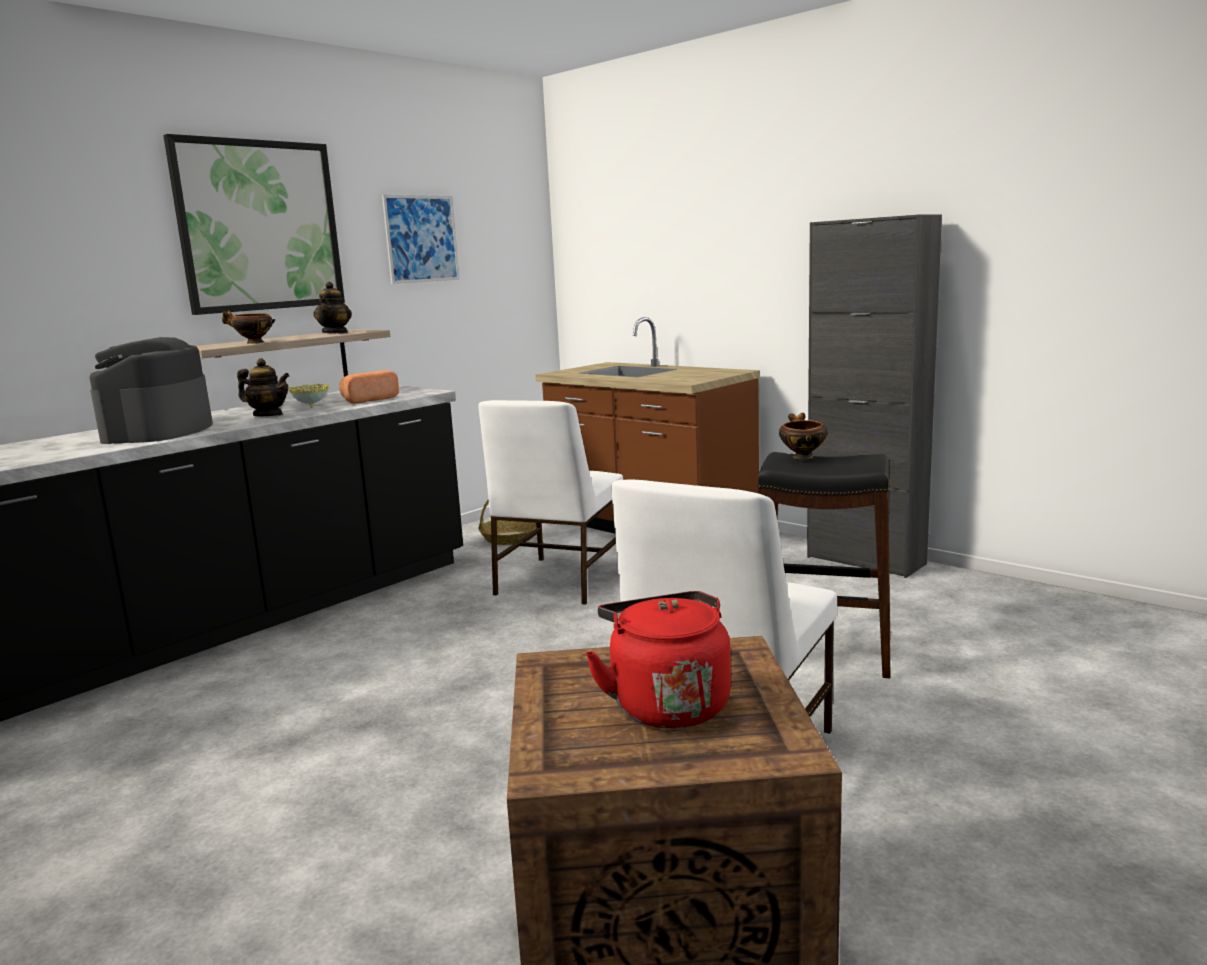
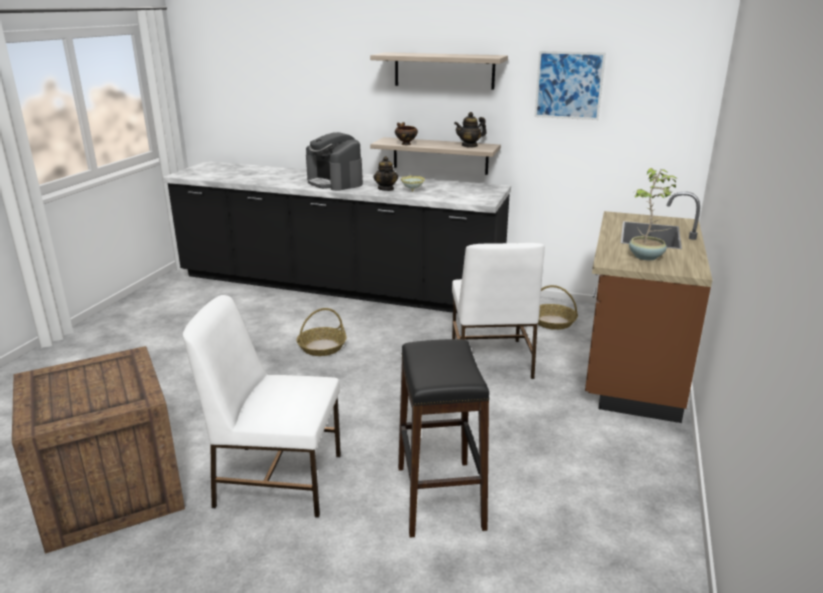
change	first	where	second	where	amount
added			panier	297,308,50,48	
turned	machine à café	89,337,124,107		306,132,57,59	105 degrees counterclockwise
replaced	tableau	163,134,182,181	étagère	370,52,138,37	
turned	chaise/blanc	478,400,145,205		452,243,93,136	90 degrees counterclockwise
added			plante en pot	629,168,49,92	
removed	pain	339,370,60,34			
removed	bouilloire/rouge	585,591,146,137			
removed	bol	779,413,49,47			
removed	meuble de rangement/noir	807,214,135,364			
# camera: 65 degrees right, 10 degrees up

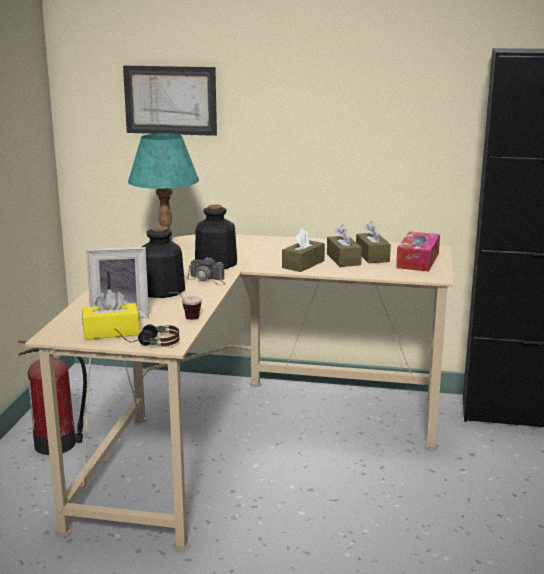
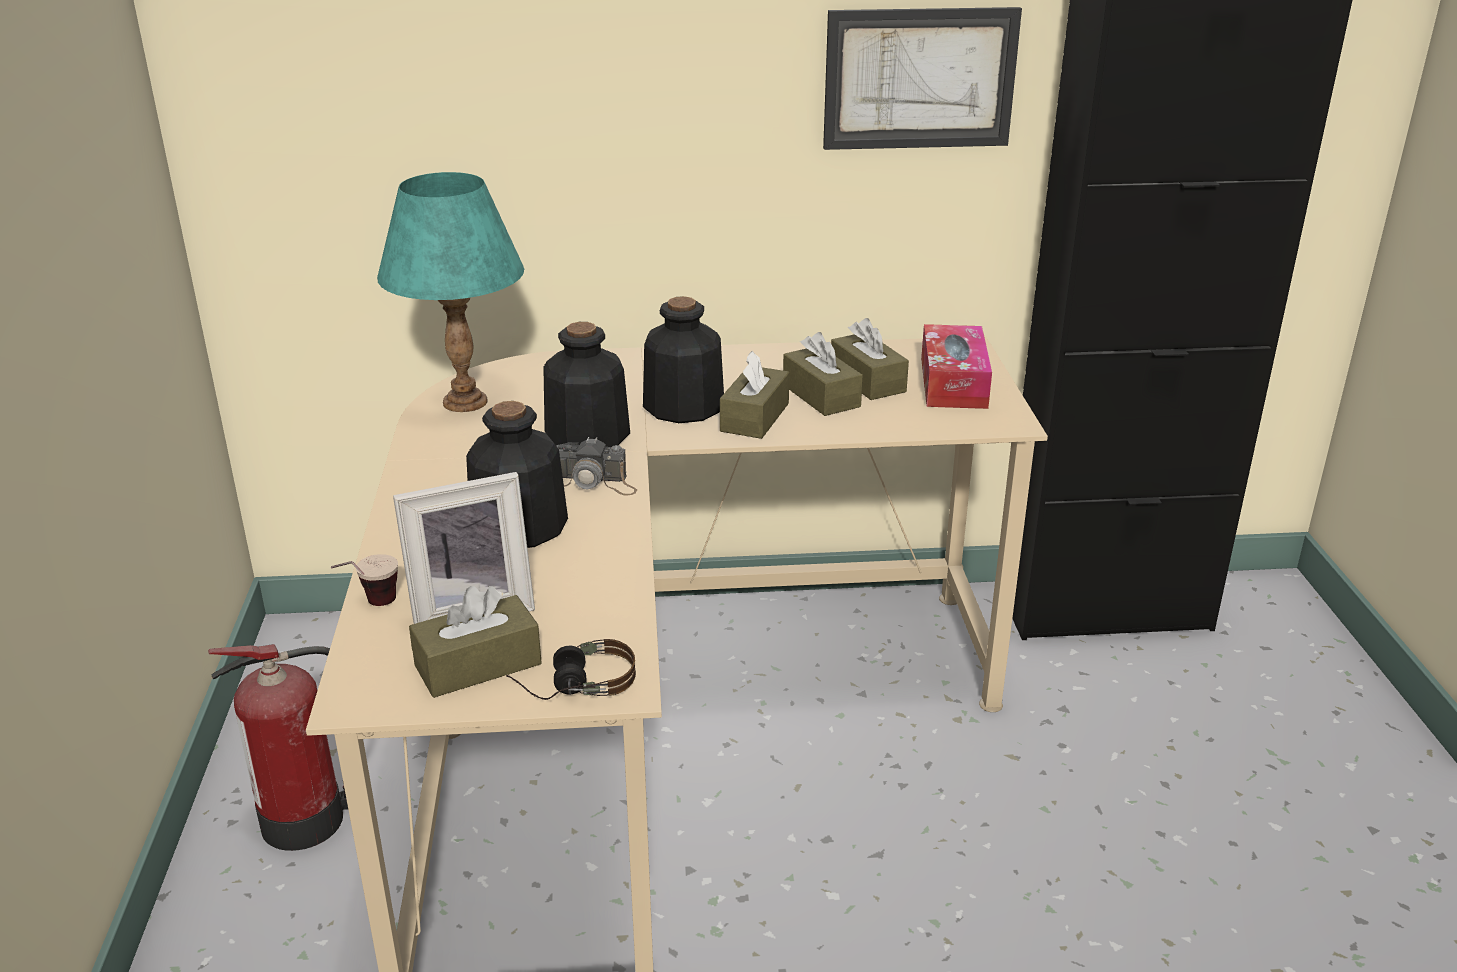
change	first	where	second	where	amount
moved	tasse	169,292,33,28		331,554,67,52	
recoloured	boîte à mouchoirs/jaune	82,289,58,51	boîte à mouchoirs/marron	409,586,133,112	
added			bouteille	643,296,81,127	
moved	tableau	123,66,94,70		823,7,199,143	
# camera: 15 degrees left, 10 degrees up

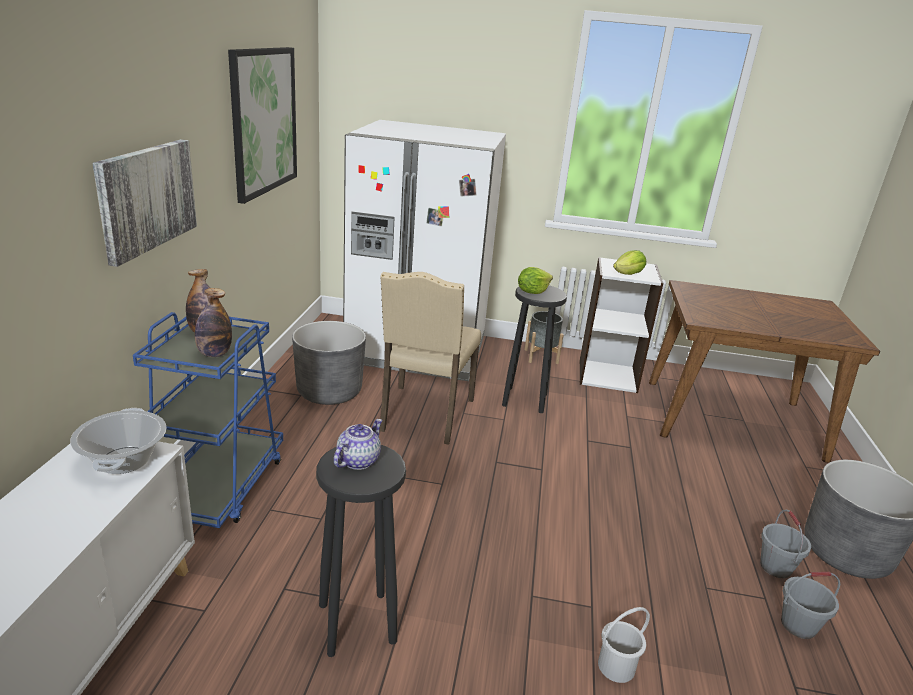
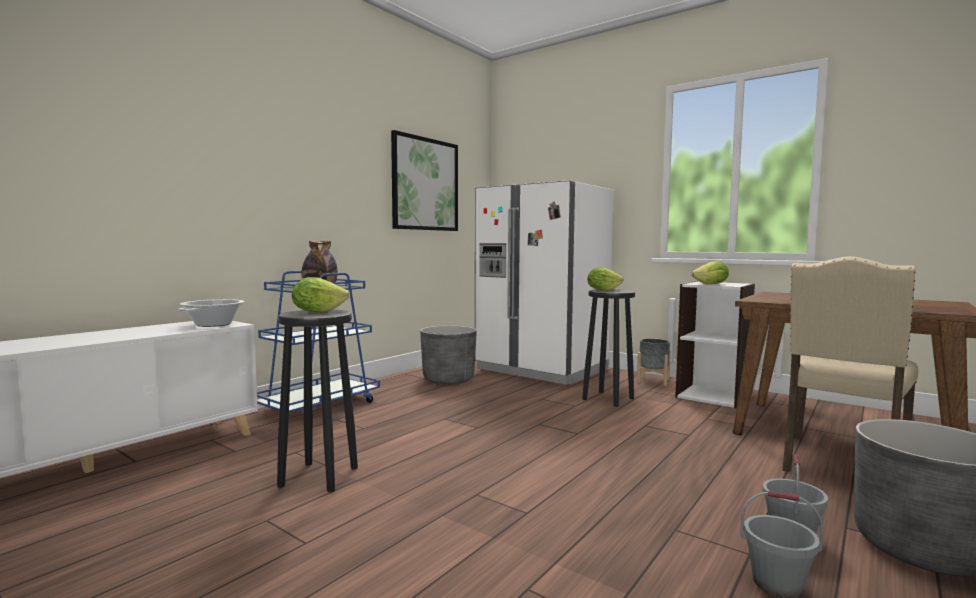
change	first	where	second	where	amount
replaced	théière	334,419,48,51	laitue	292,277,57,36	
moved	chaise/beige	379,272,102,173		782,256,136,216	
removed	tableau	92,139,105,128			
removed	seau/blanc	598,607,52,76			
# camera: 30 degrees right, 20 degrees down

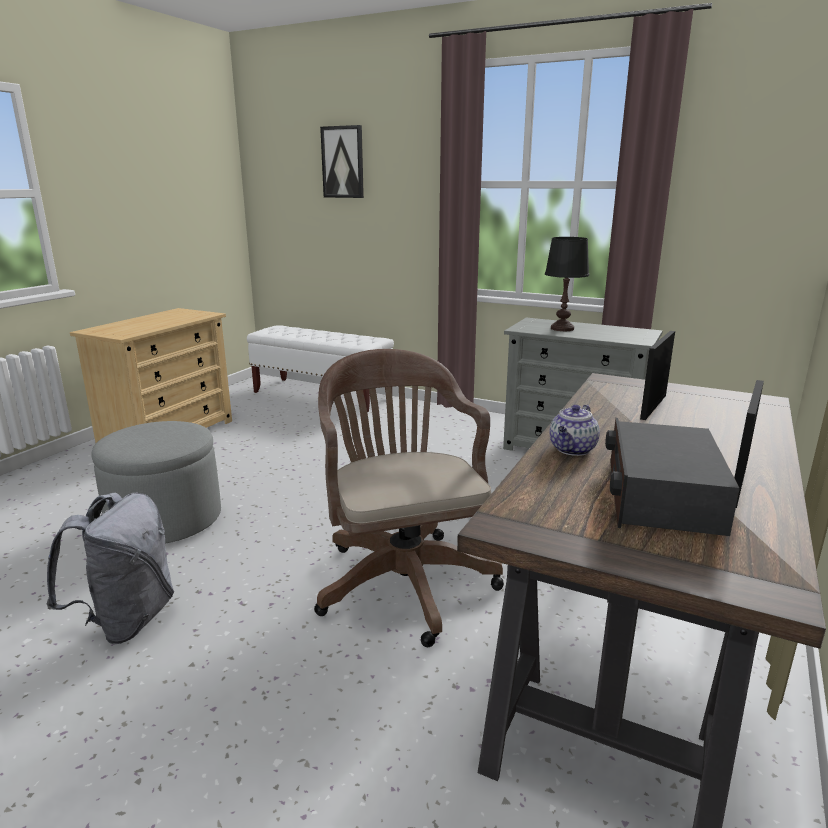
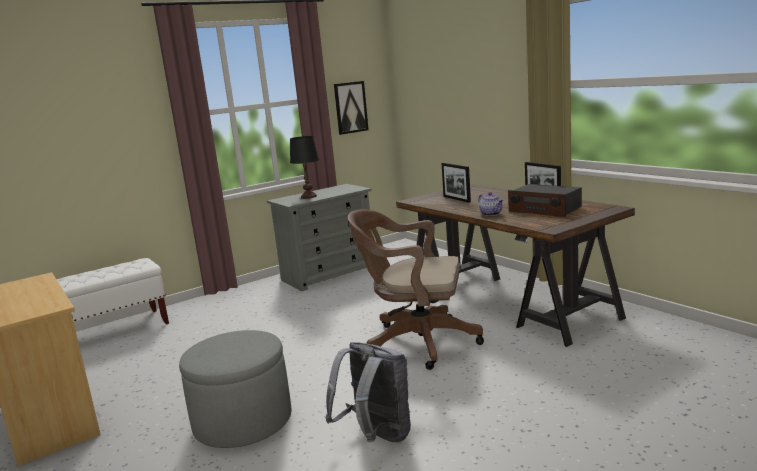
change	first	where	second	where	amount
moved	tableau	320,125,44,73		334,81,35,54	
# camera: 60 degrees left, 5 degrees down

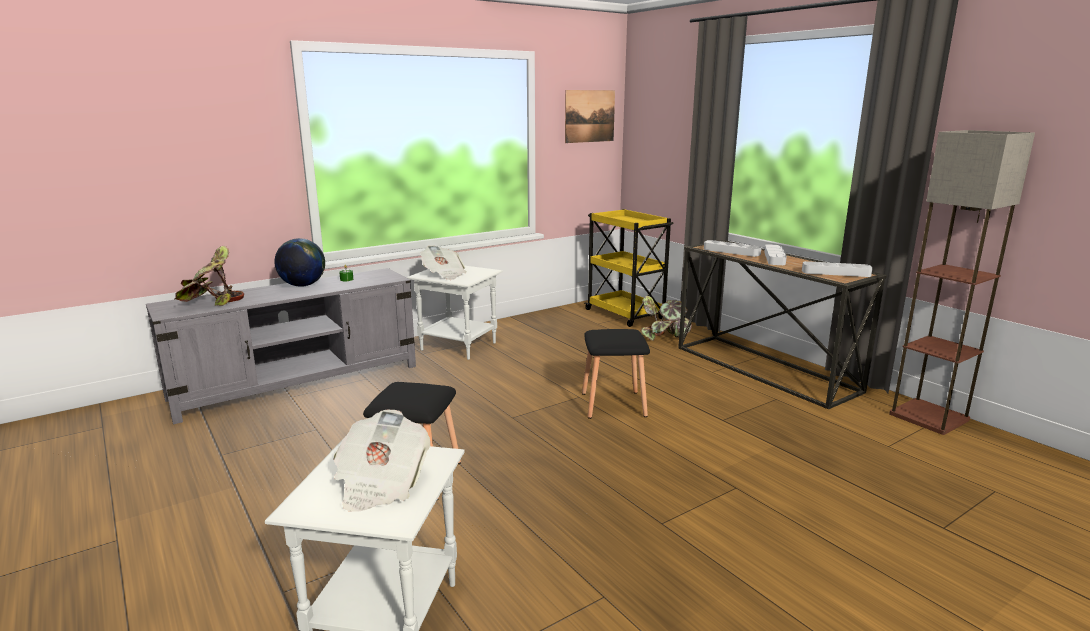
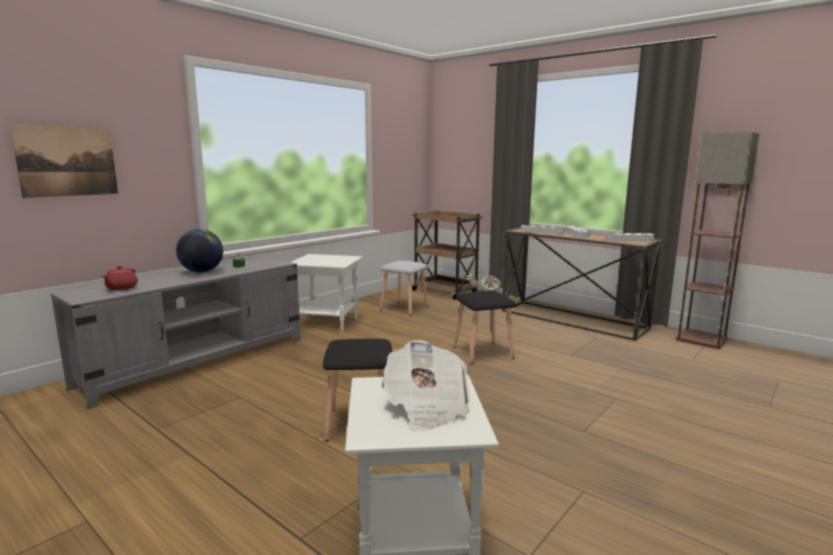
change	first	where	second	where	amount
moved	tableau	565,90,50,53		10,124,108,74	
replaced	plante en pot	174,246,70,60	théière/rouge	102,266,36,24	
added			tabouret/gris	380,260,49,56	
recoloured	chariot/jaune	585,209,89,118	chariot/marron	412,210,71,90	
removed	journal	420,245,47,35			
# camera: 15 degrees left, 5 degrees down

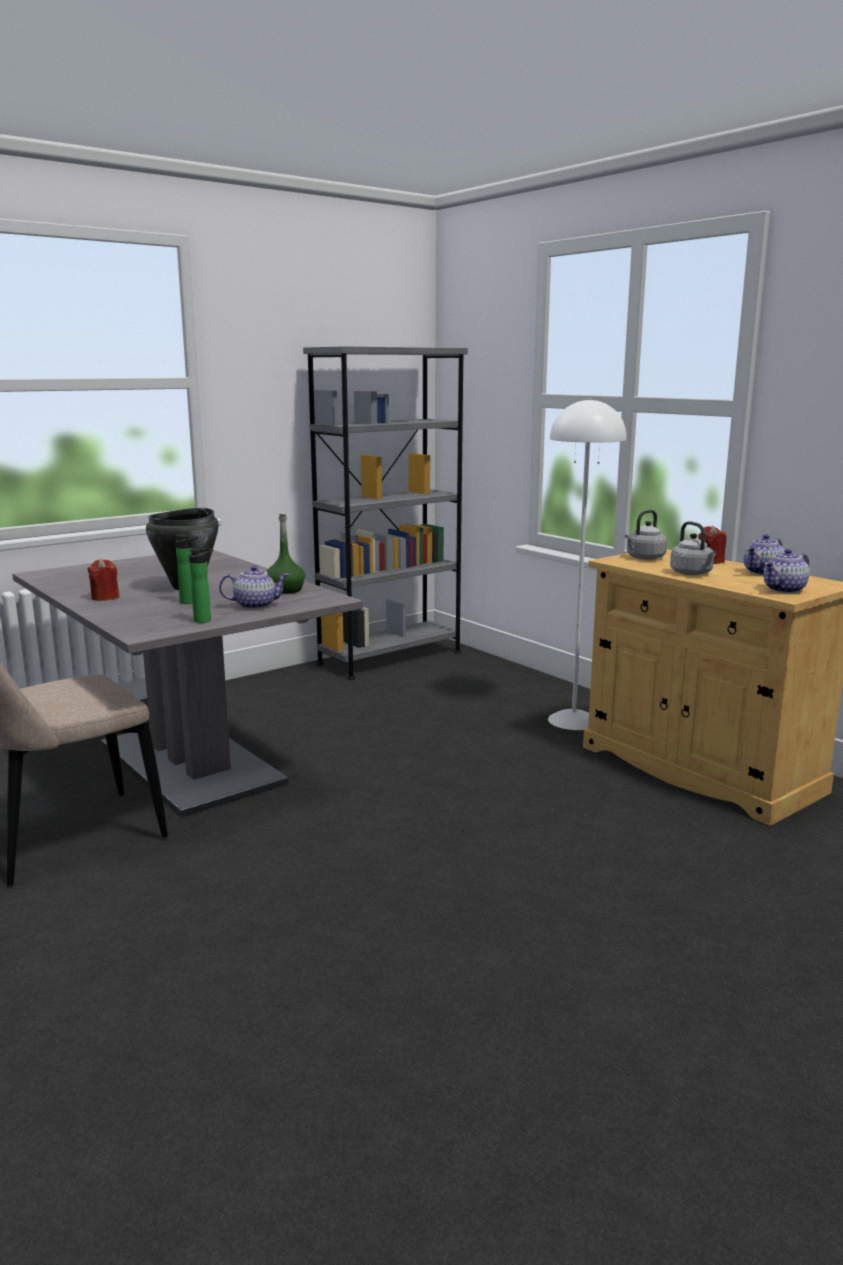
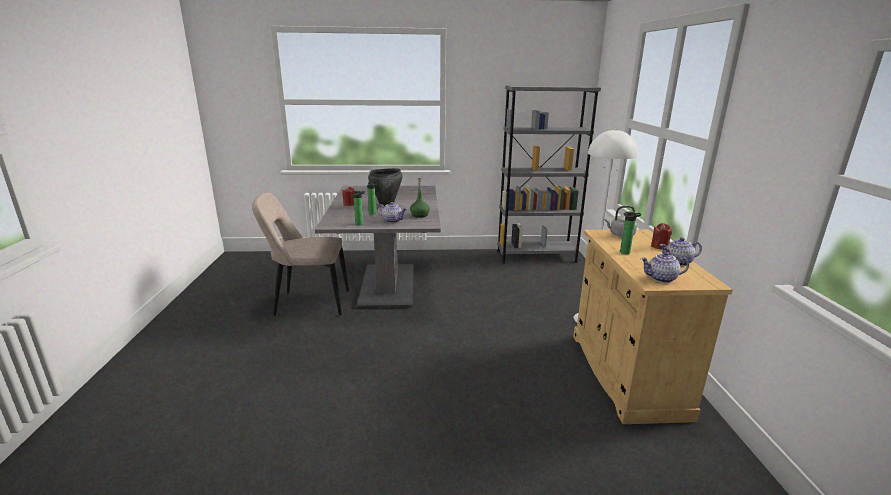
change	first	where	second	where	amount
replaced	bouilloire/gris	670,521,46,54	bouteille	620,212,21,42	
# camera: 35 degrees right, 5 degrees up

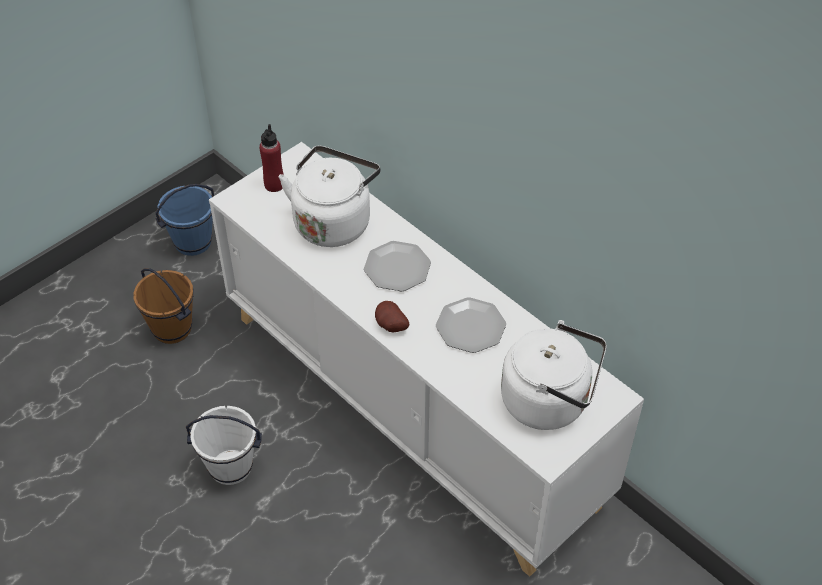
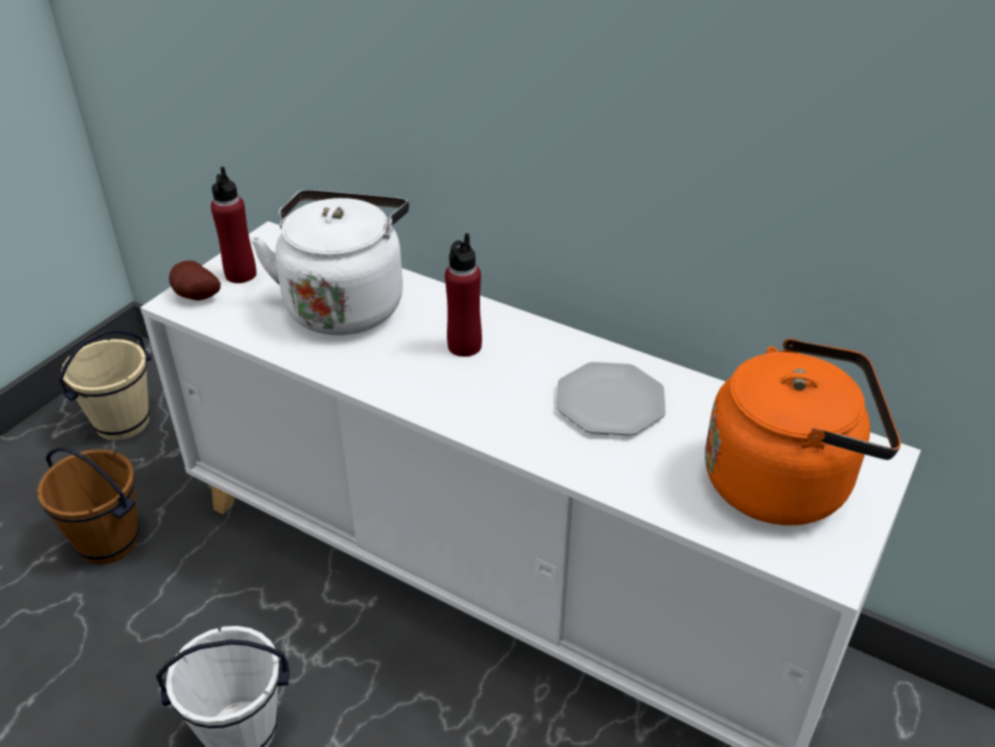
change	first	where	second	where	amount
recoloured	seau/bleu	155,184,59,72	seau/beige	59,329,92,112	
moved	pomme de terre	375,301,34,31		169,260,52,41	
replaced	assiette	364,241,67,50	bouteille/rouge	445,233,37,124	
recoloured	bouilloire/blanc	501,320,106,110	bouilloire/orange	705,339,196,186	
# camera: 15 degrees left, 10 degrees down

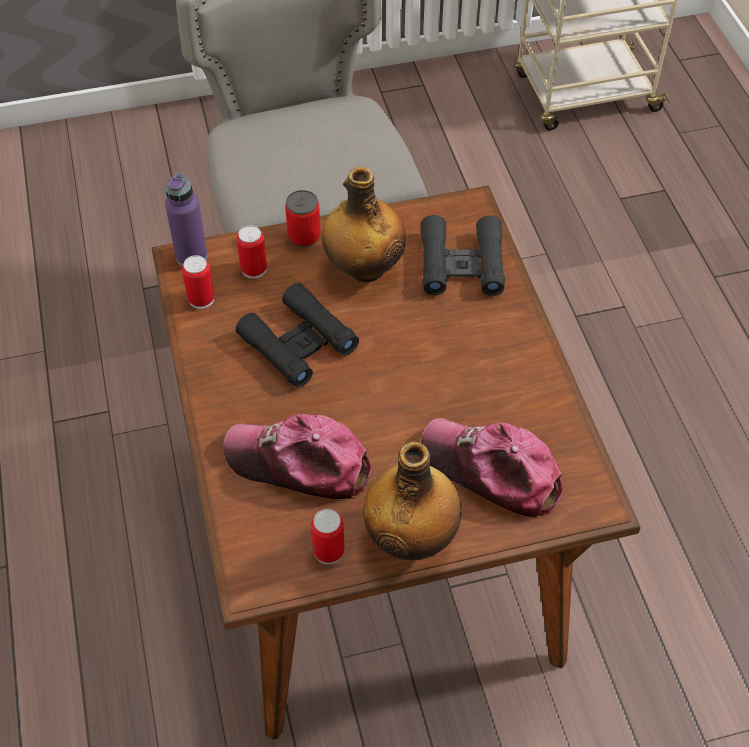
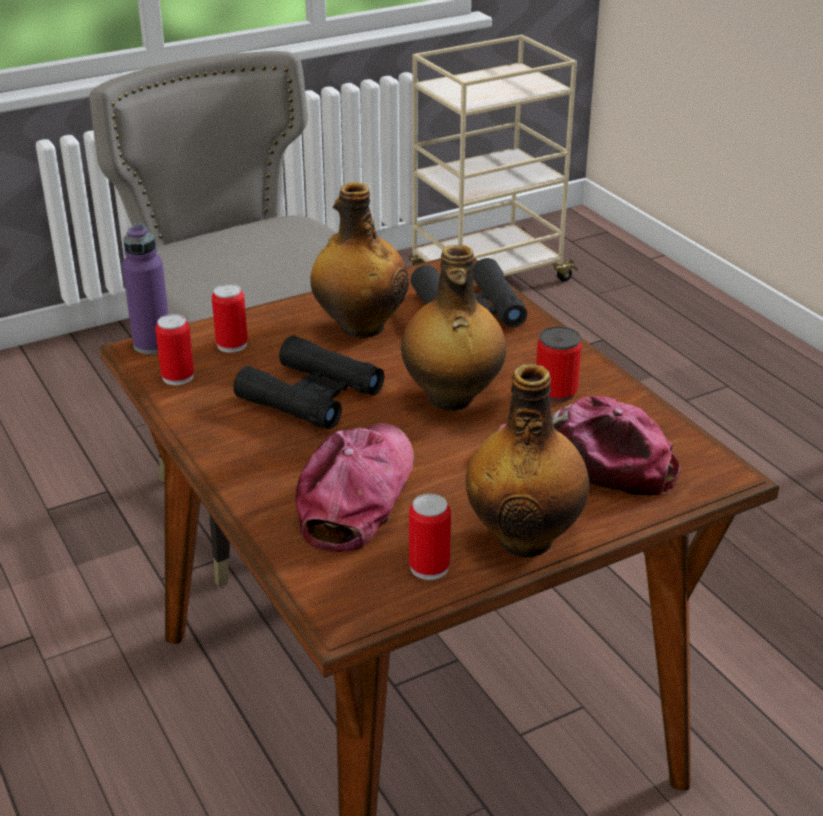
change	first	where	second	where	amount
turned	casquette	223,414,148,85		296,423,118,129	105 degrees clockwise
added			bouteille	401,245,106,166	
moved	boîte métallique	285,190,36,57		536,326,46,76	
# camera: 15 degrees left, 20 degrees down

